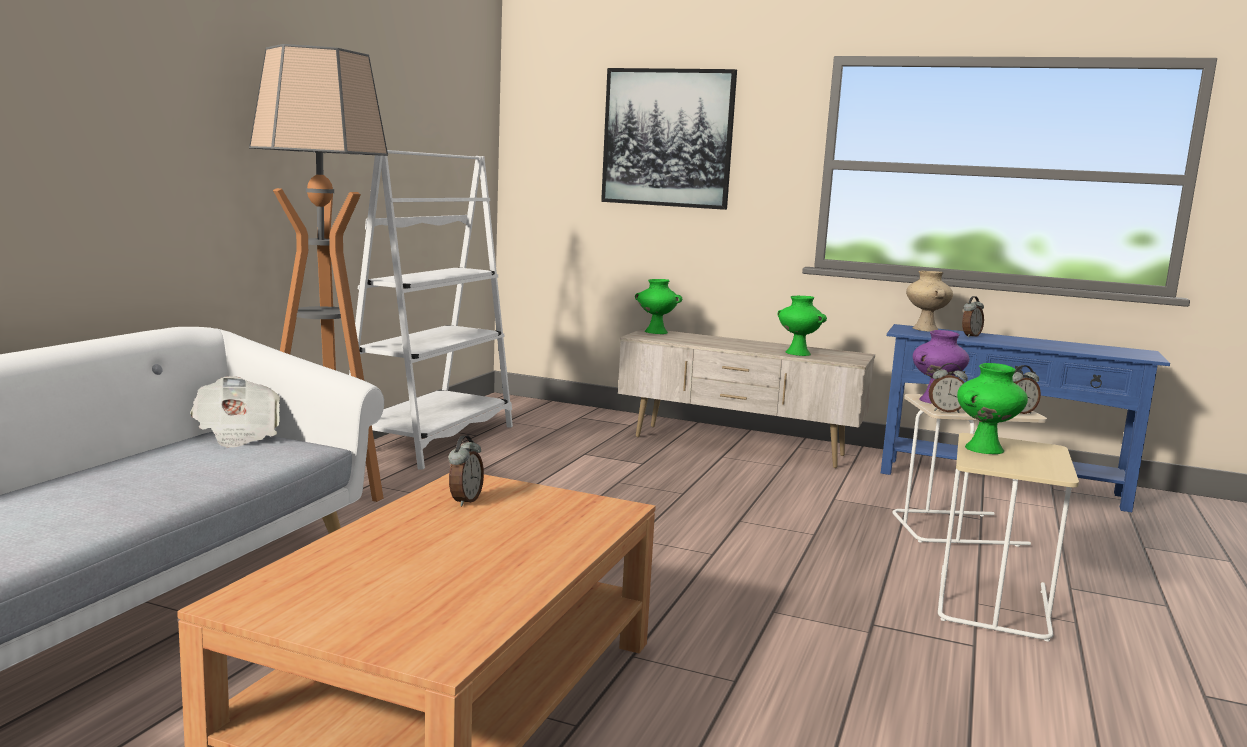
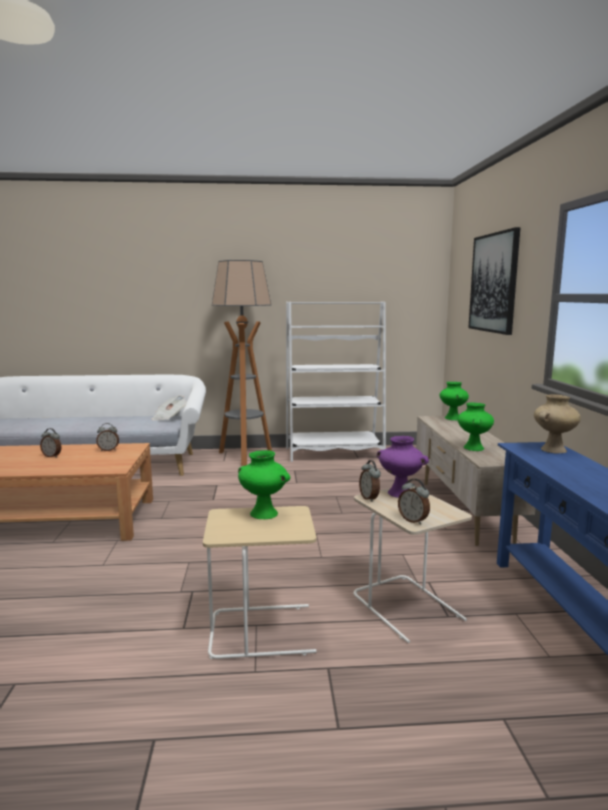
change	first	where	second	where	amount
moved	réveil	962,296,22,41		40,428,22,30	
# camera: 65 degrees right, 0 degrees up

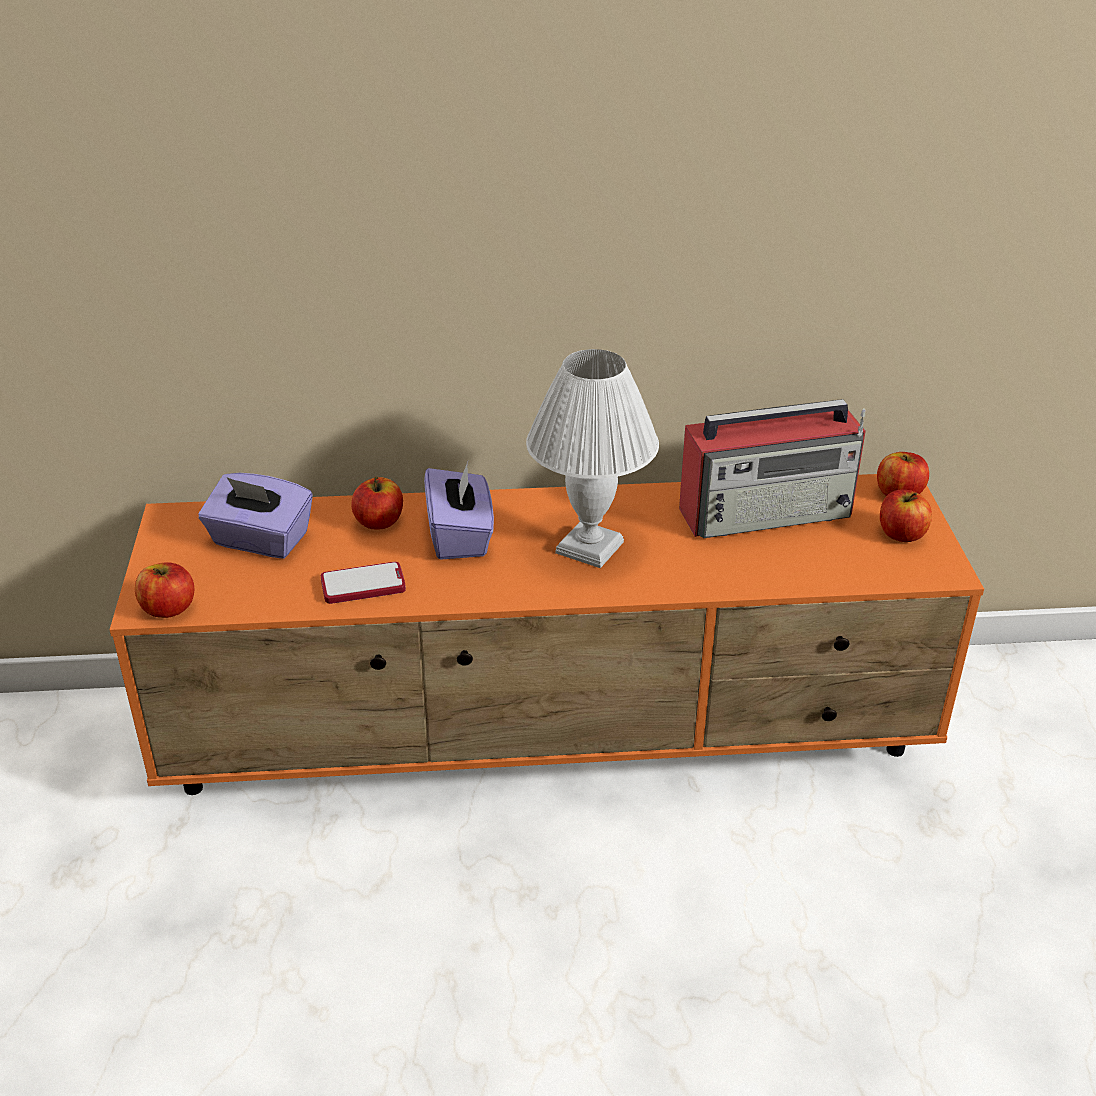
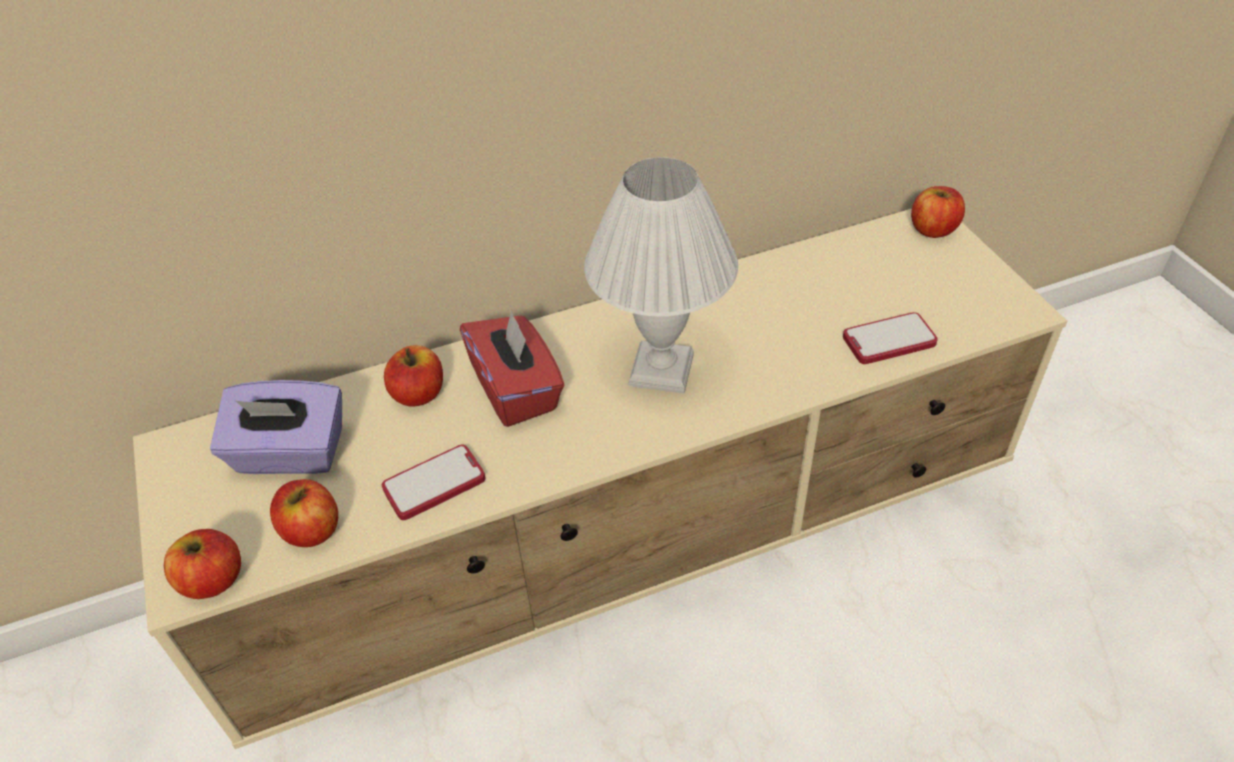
change	first	where	second	where	amount
recoloured	meuble télé/orange	110,474,874,321	meuble télé/beige	133,209,934,540	
moved	pomme	880,489,52,53		270,479,68,68	
recoloured	boîte à mouchoirs/violet	424,462,70,98	boîte à mouchoirs/rouge	460,309,105,118	
added			téléphone	843,312,95,52	
removed	radio	679,399,187,139			
# camera: 15 degrees left, 10 degrees up

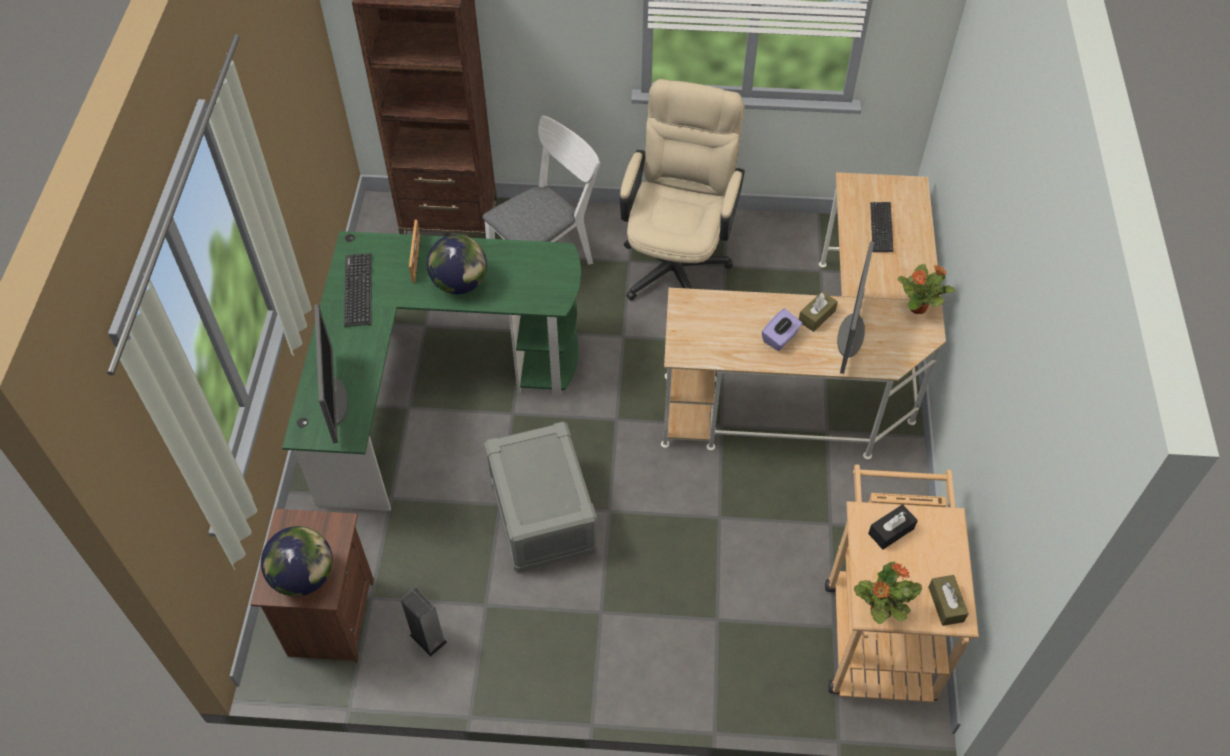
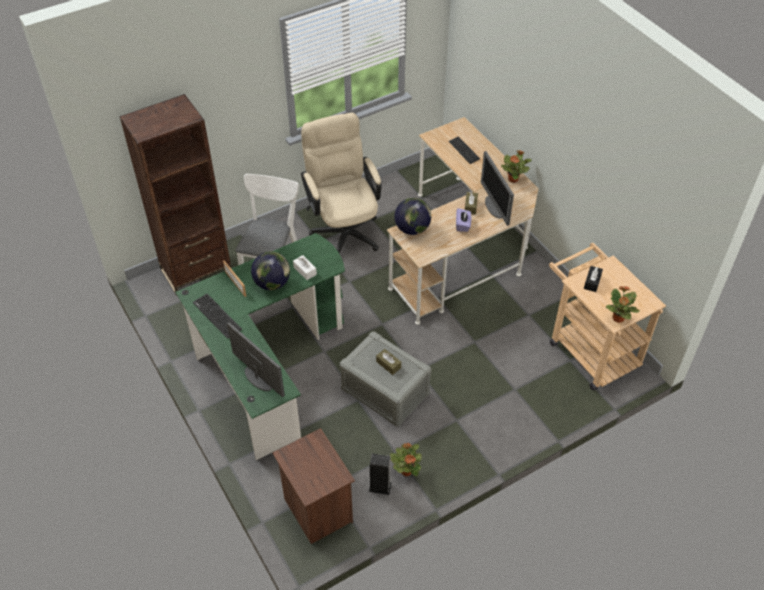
change	first	where	second	where	amount
added			boîte à mouchoirs/blanc	293,255,24,25	
moved	boîte à mouchoirs/marron	928,575,41,51		376,349,25,26	
added			plante en pot	390,443,32,33	
moved	globe	261,526,72,71		394,198,37,37	
# camera: 35 degrees left, 5 degrees down

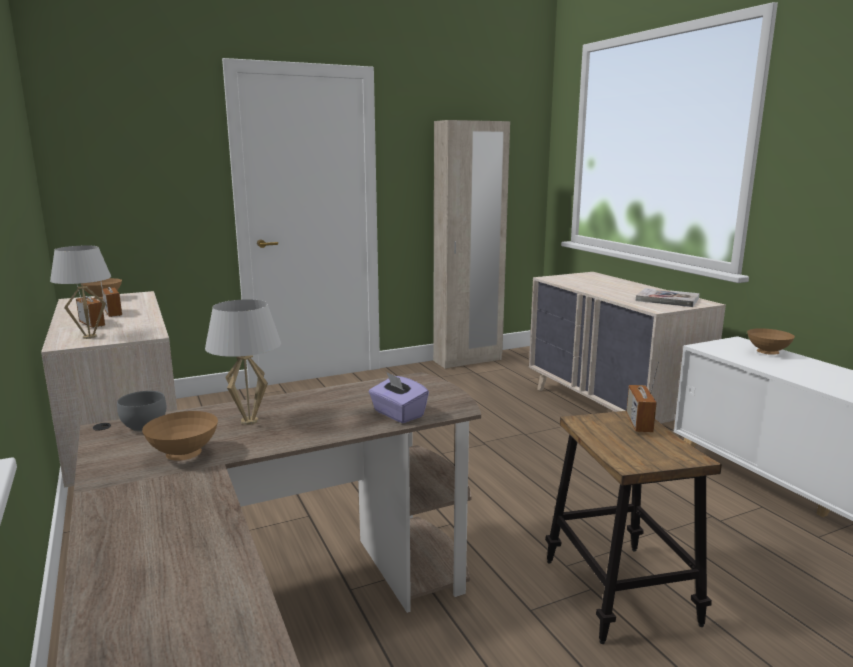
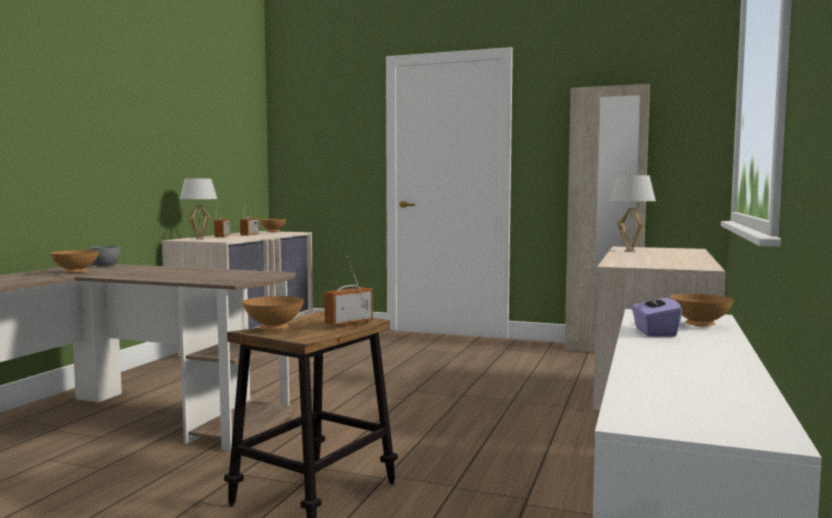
change	first	where	second	where	amount
added			bol/marron	242,296,62,34	
moved	lampe de table/blanc	205,299,76,126		608,175,48,77	
moved	boîte à mouchoirs/violet	369,372,60,51		631,288,51,49	
removed	livre	636,288,64,19			
# camera: 45 degrees right, 10 degrees down

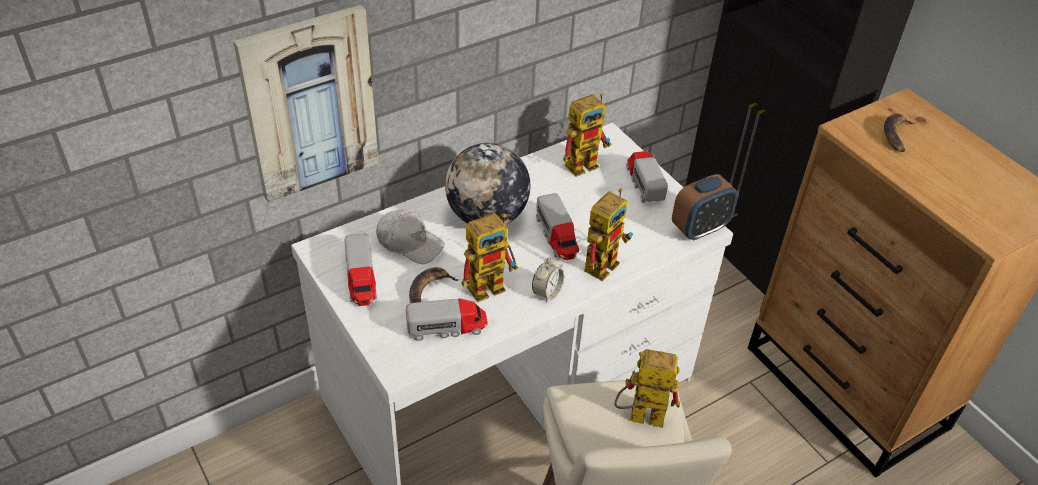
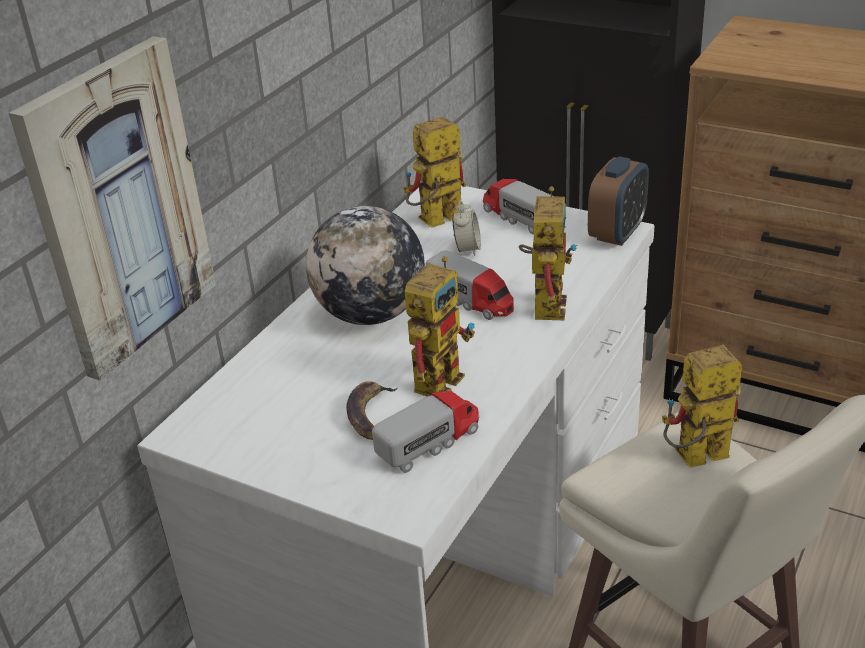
change	first	where	second	where	amount
turned	robot jouet	563,93,48,84		403,116,63,112	150 degrees counterclockwise
moved	réveil	532,256,32,47		453,200,28,56	
removed	camion jouet	345,233,32,73			
removed	casquette/blanc	376,210,69,54			
removed	banane	884,113,31,39			
# camera: 25 degrees left, 10 degrees down

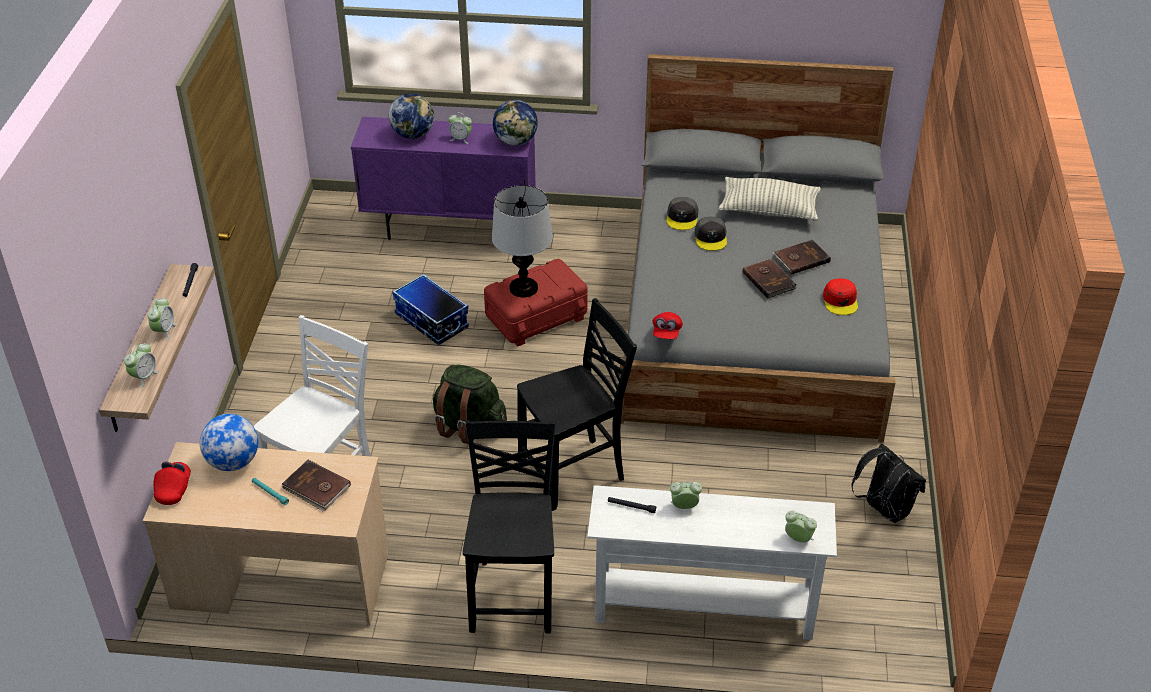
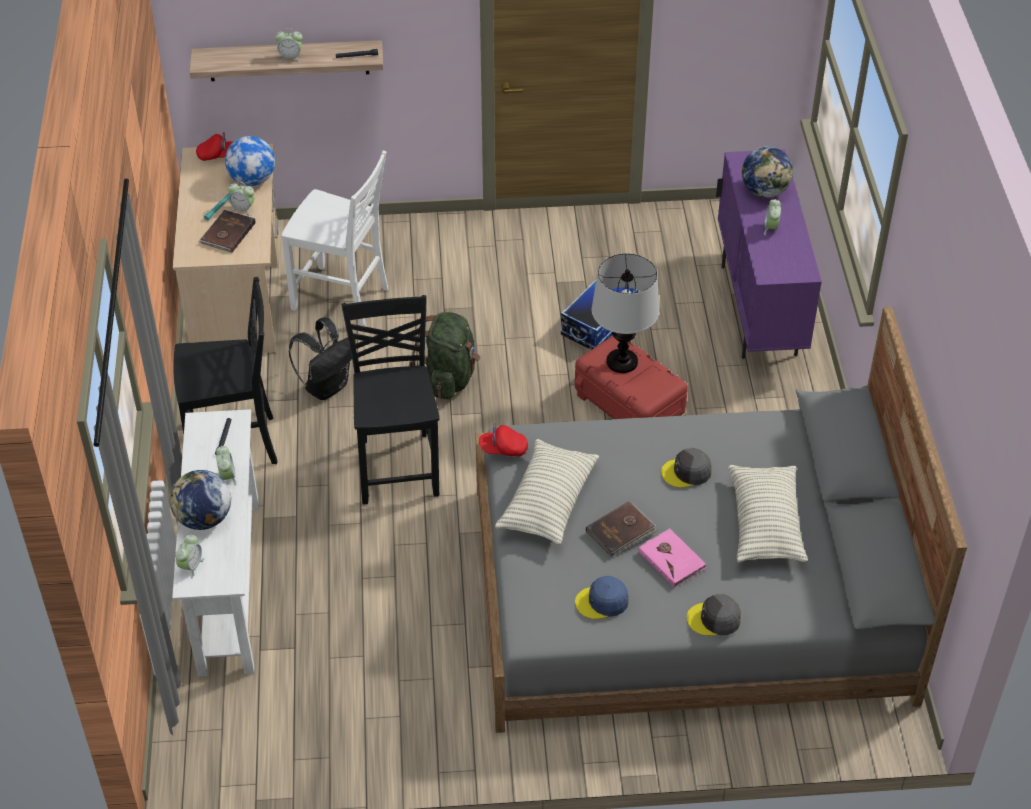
change	first	where	second	where	amount
moved	globe	493,100,45,46		170,470,61,60	
moved	réveil	124,343,35,45		228,182,26,34	
moved	sac à dos/noir	851,443,75,80		289,317,66,83	
turned	chaise/noir	517,298,120,213		341,295,99,209	150 degrees counterclockwise
added			coussin	495,439,104,105	
recoloured	casquette/rouge	823,278,35,37	casquette/bleu	575,576,53,43	
recoloured	livre/marron	772,240,59,35	livre/rose	638,528,69,60	
moved	casquette/gris	666,197,33,33		687,594,54,42	
# camera: 80 degrees right, 5 degrees up

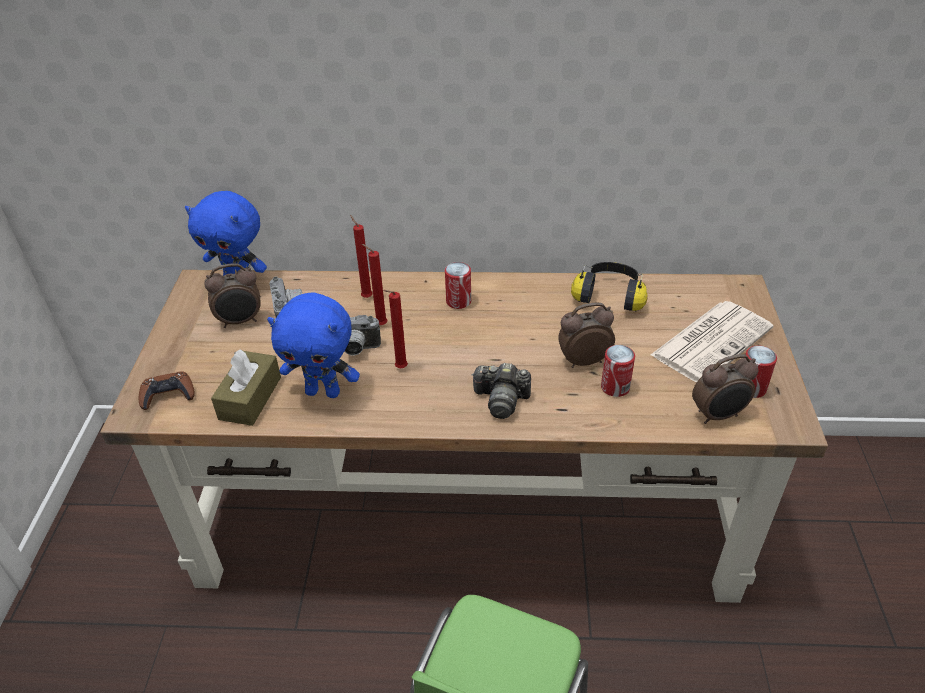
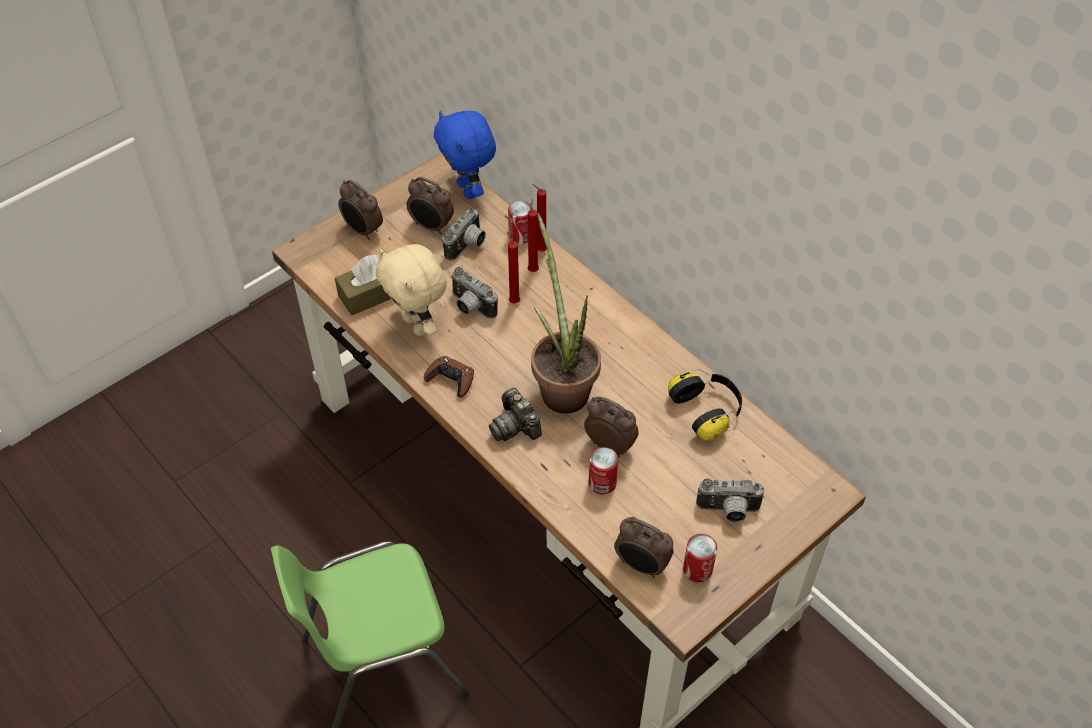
change	first	where	second	where	amount
added			réveil	339,180,44,60	
recoloured	peluche/bleu	267,293,93,105	peluche/beige	376,244,71,92	
moved	manette/marron	139,371,56,39		424,356,50,41	
moved	boîte métallique	445,262,26,47		508,201,23,43	
added			plante en pot	531,213,70,201	
moved	bougie/rouge	383,290,25,78		532,184,15,67	
replaced	journal	651,301,123,81	appareil photo	696,478,69,44	
# camera: 45 degrees right, 10 degrees up

